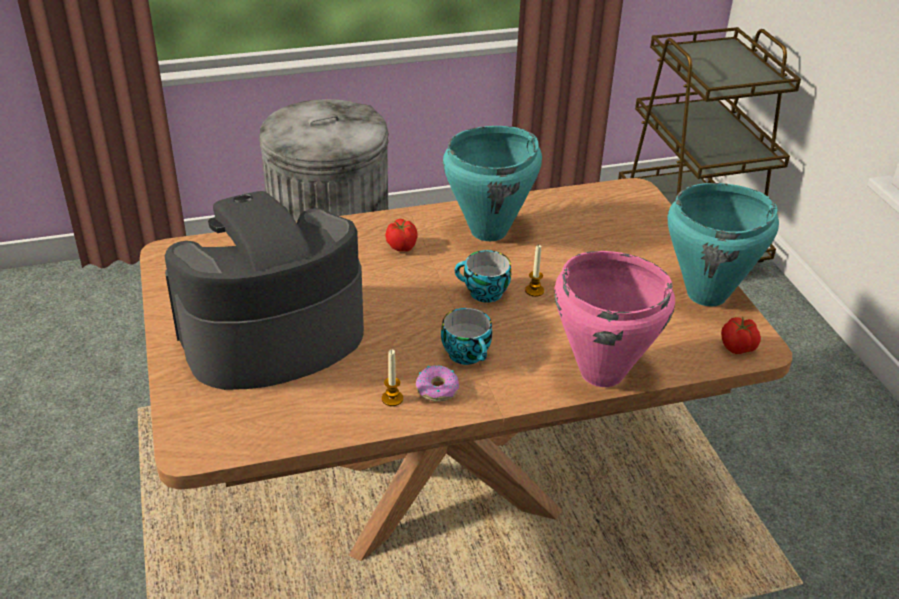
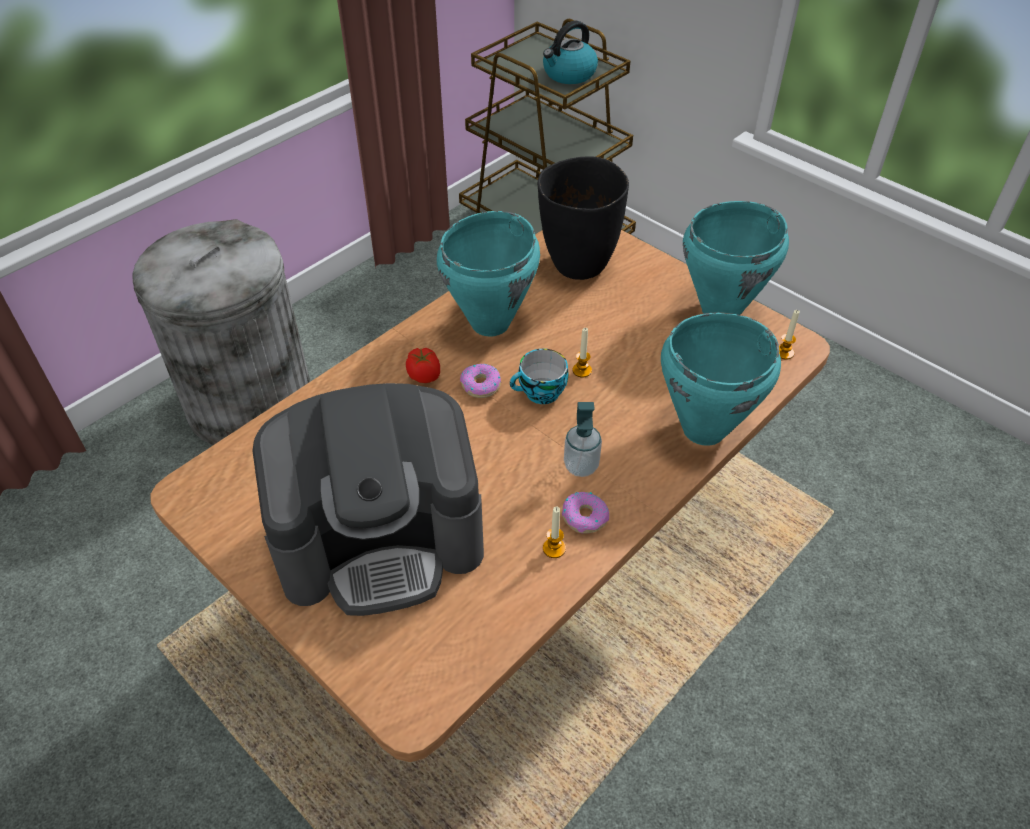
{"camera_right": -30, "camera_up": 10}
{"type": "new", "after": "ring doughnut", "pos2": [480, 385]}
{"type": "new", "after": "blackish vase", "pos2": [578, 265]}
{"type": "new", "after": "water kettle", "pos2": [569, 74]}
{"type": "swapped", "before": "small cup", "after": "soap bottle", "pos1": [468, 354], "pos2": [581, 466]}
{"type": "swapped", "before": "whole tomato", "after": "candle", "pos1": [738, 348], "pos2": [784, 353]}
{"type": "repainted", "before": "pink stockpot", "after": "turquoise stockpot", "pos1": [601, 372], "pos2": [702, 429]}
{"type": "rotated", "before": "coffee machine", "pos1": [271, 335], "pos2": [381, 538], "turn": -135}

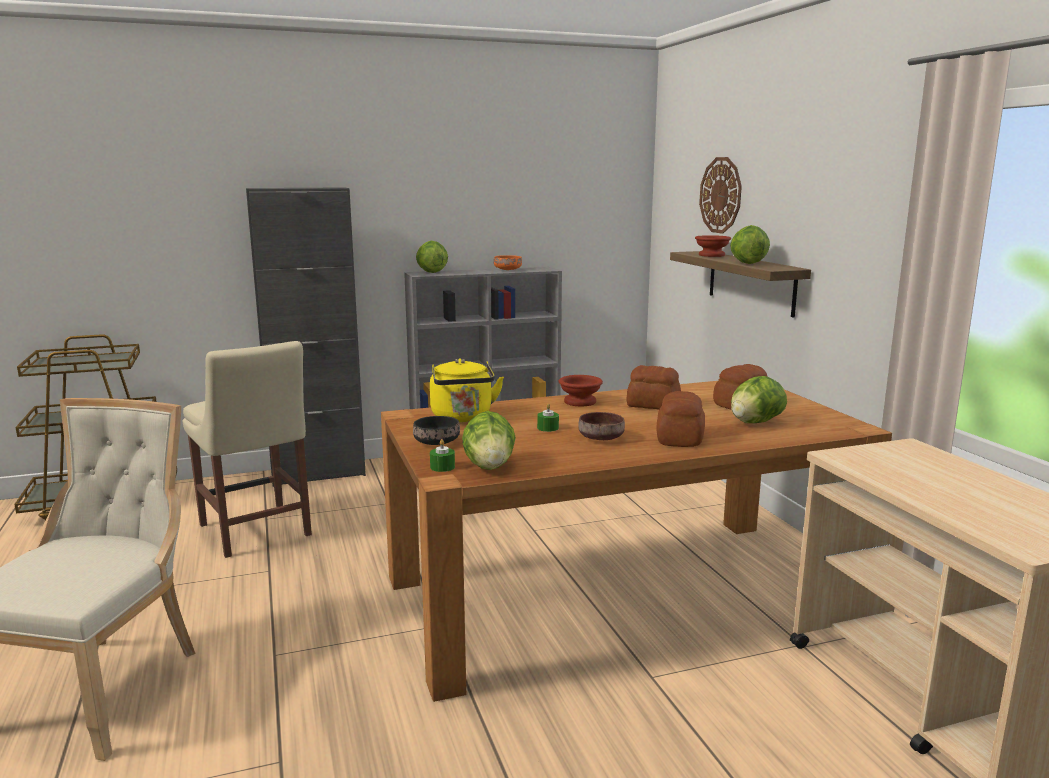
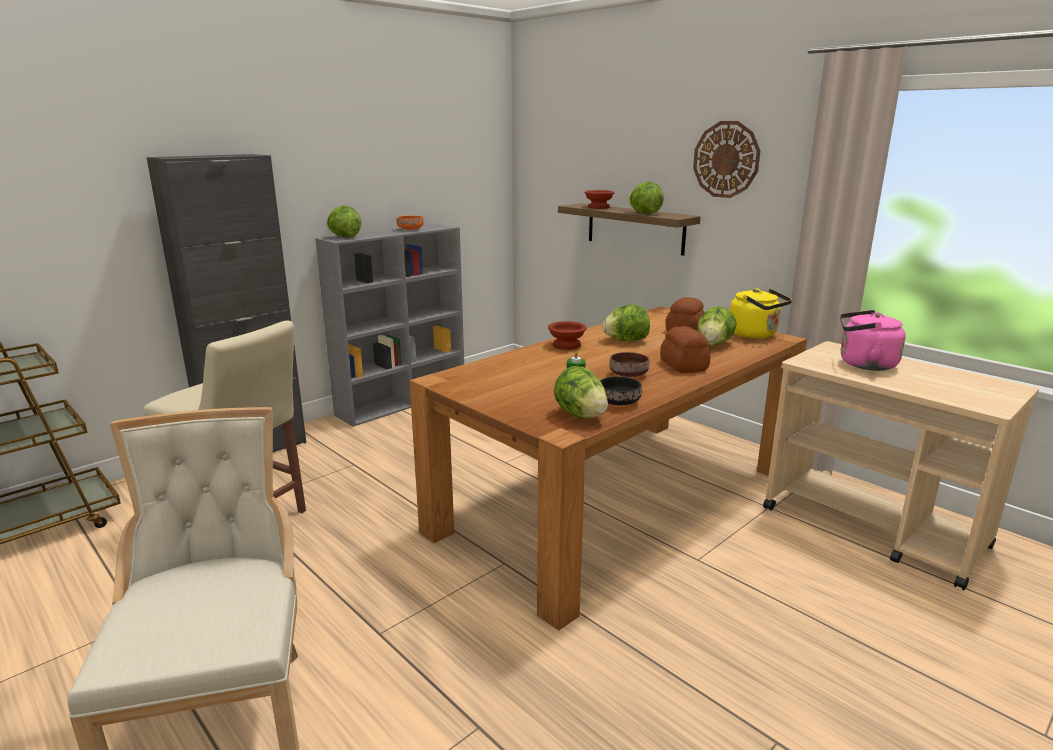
{"camera_right": -25, "camera_up": 5}
{"type": "gone", "before": "greenish candle", "pos1": [442, 467]}
{"type": "new", "after": "pink water kettle", "pos2": [863, 364]}
{"type": "shifted", "before": "blackish serving bowl", "pos1": [436, 442], "pos2": [617, 402]}
{"type": "shifted", "before": "yellowish water kettle", "pos1": [463, 418], "pos2": [755, 335]}
{"type": "shifted", "before": "clock on the wall", "pos1": [721, 195], "pos2": [726, 159]}
{"type": "swapped", "before": "bread", "after": "head of lettuce", "pos1": [653, 405], "pos2": [626, 340]}

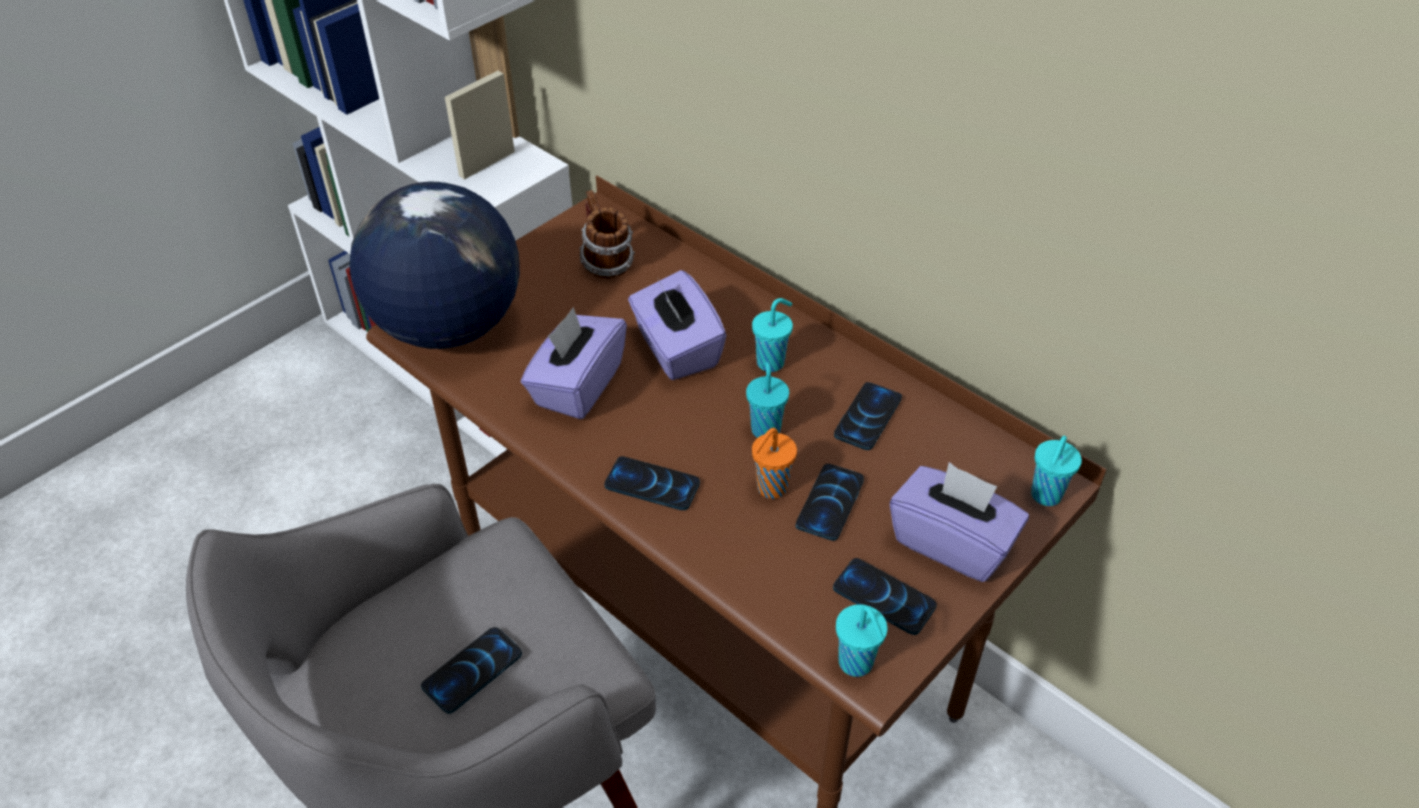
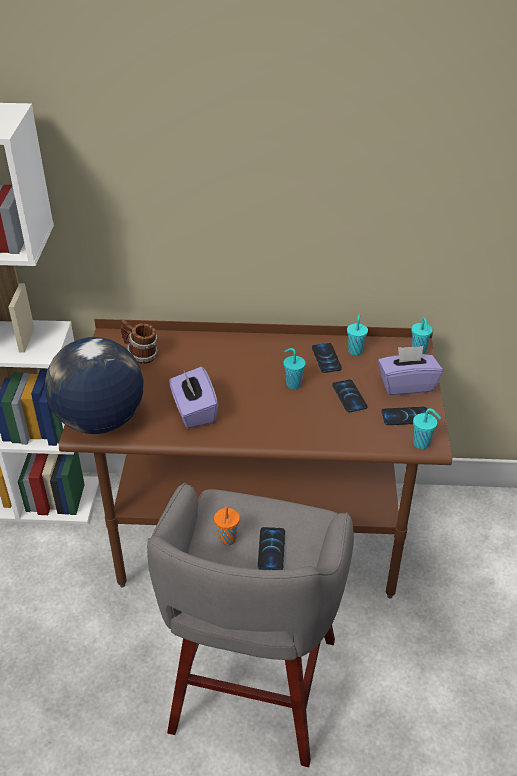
{"camera_right": -40, "camera_up": -5}
{"type": "gone", "before": "phone", "pos1": [652, 485]}
{"type": "gone", "before": "purple-coloured tissue box", "pos1": [676, 349]}
{"type": "shifted", "before": "turquoise small cup", "pos1": [772, 362], "pos2": [355, 350]}
{"type": "shifted", "before": "orange small cup", "pos1": [770, 489], "pos2": [227, 540]}

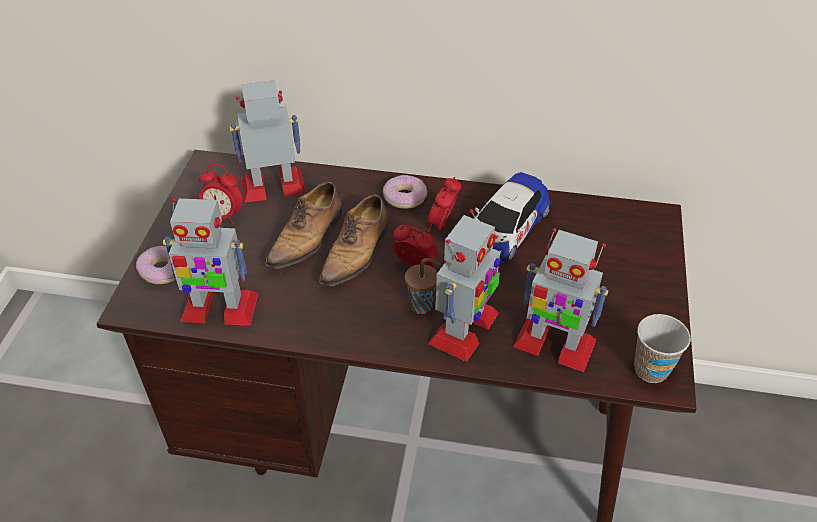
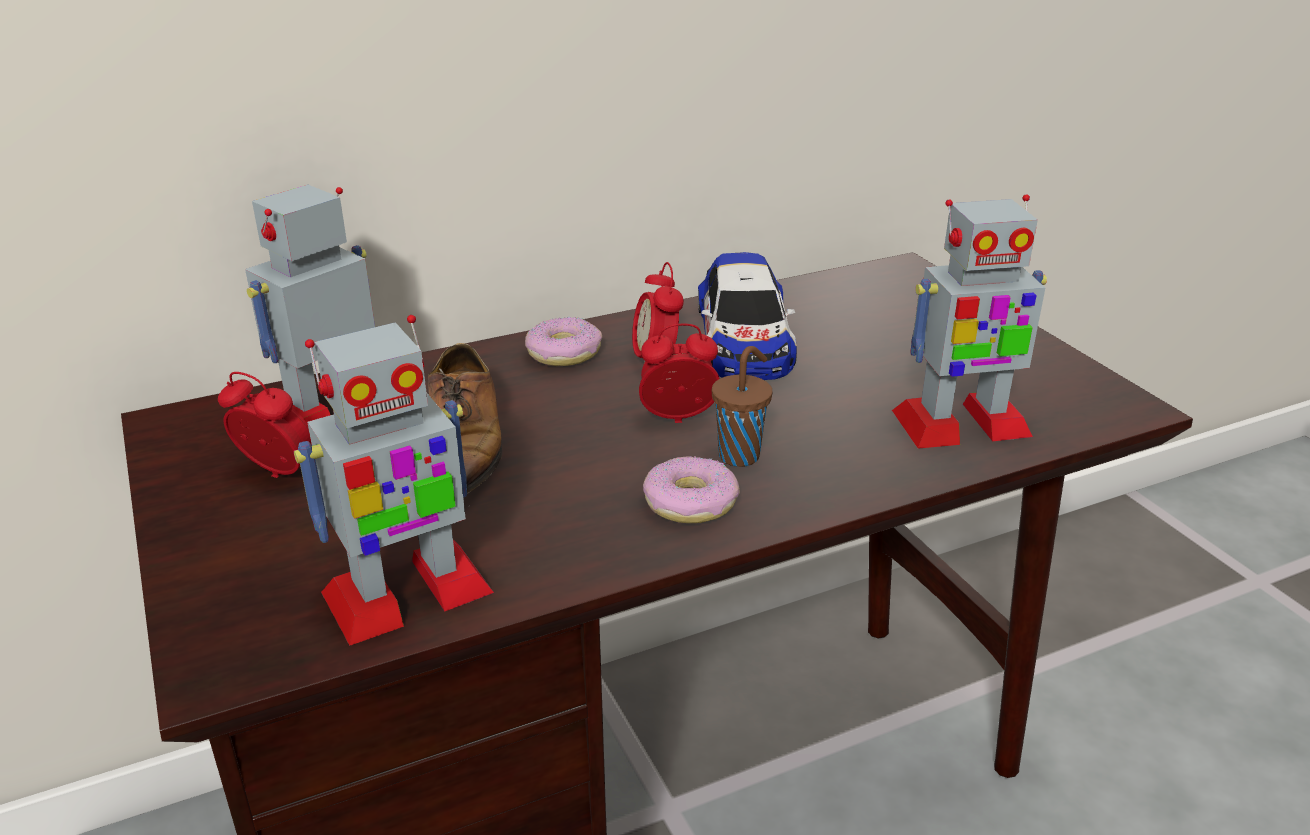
{"camera_right": -35, "camera_up": -15}
{"type": "gone", "before": "low shoe", "pos1": [357, 252]}
{"type": "gone", "before": "toy robot", "pos1": [464, 329]}
{"type": "gone", "before": "small cup", "pos1": [651, 369]}
{"type": "shifted", "before": "ring doughnut", "pos1": [162, 270], "pos2": [690, 502]}
{"type": "rotated", "before": "alarm clock", "pos1": [223, 216], "pos2": [277, 474], "turn": -135}

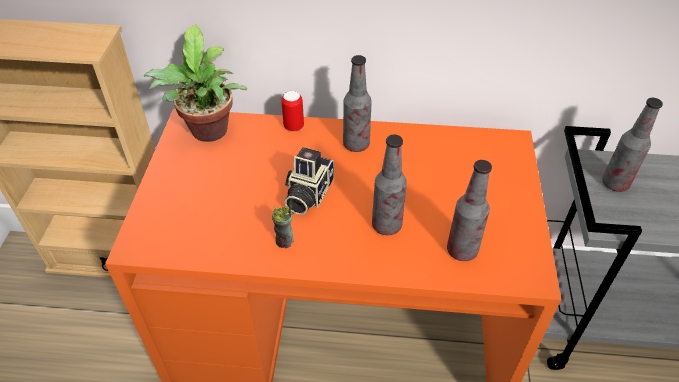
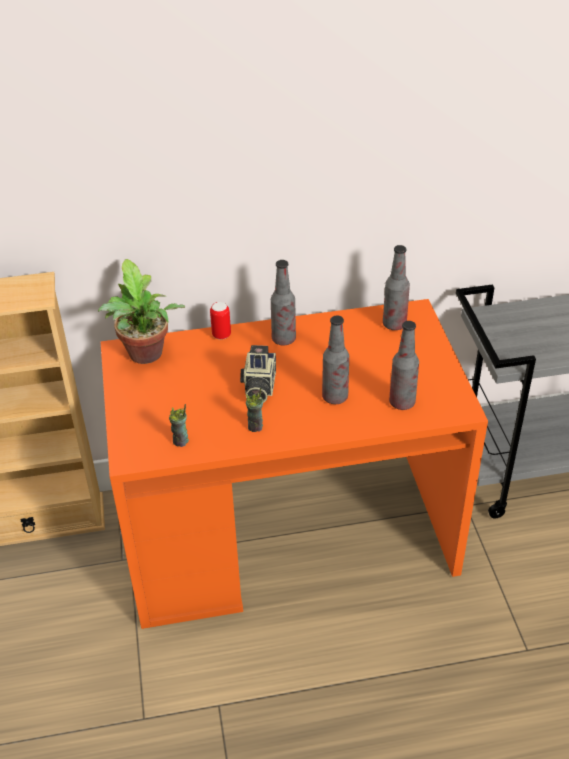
{"camera_right": -15, "camera_up": -5}
{"type": "new", "after": "small cup", "pos2": [181, 441]}
{"type": "shifted", "before": "bottle", "pos1": [615, 183], "pos2": [394, 324]}

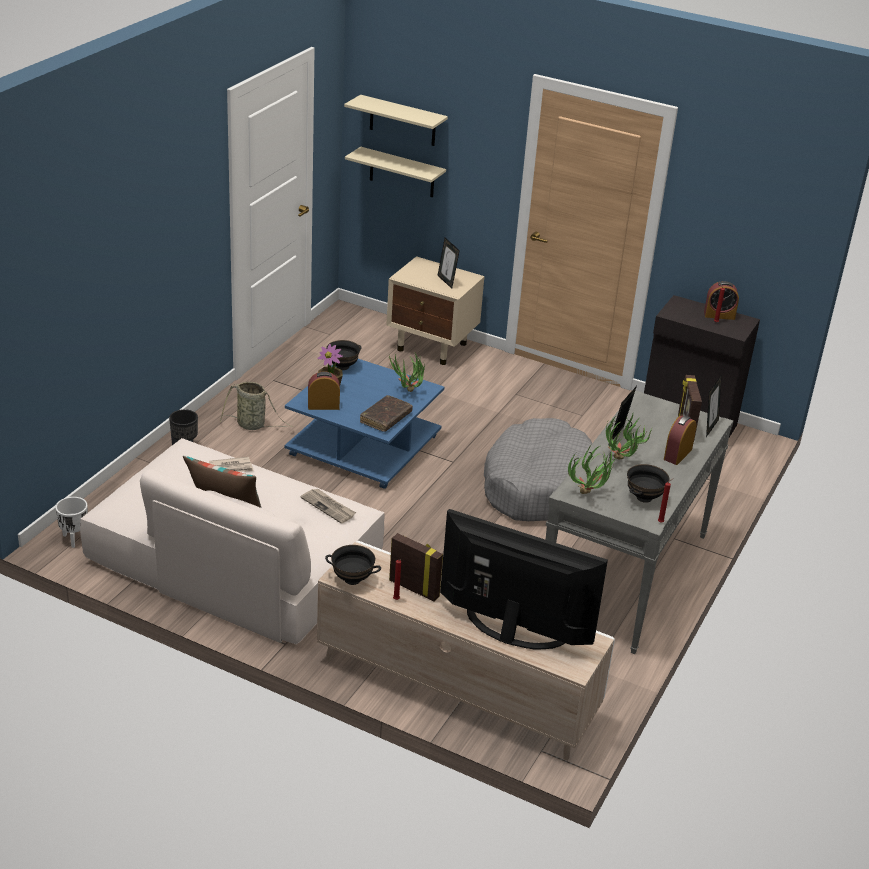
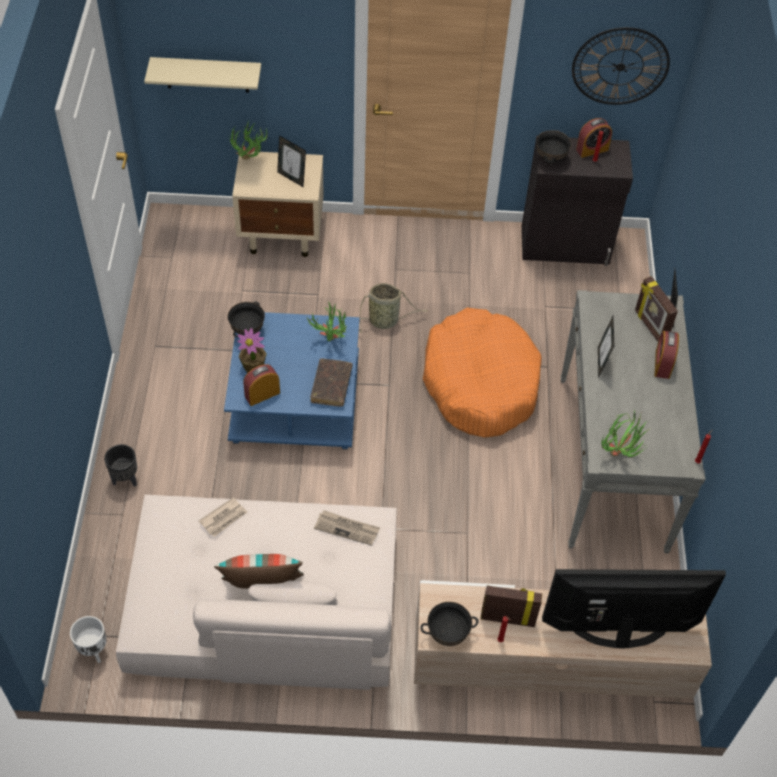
{"camera_right": -25, "camera_up": 20}
{"type": "gone", "before": "beige-coloured shelf", "pos1": [402, 121]}
{"type": "new", "after": "clock on the wall", "pos2": [620, 66]}
{"type": "shifted", "before": "household basket", "pos1": [253, 425], "pos2": [385, 321]}
{"type": "shifted", "before": "houseplant", "pos1": [622, 462], "pos2": [250, 160]}
{"type": "shifted", "before": "blackish serving bowl", "pos1": [644, 498], "pos2": [551, 159]}
{"type": "repainted", "before": "gray pet bed", "after": "orange pet bed", "pos1": [537, 485], "pos2": [480, 383]}

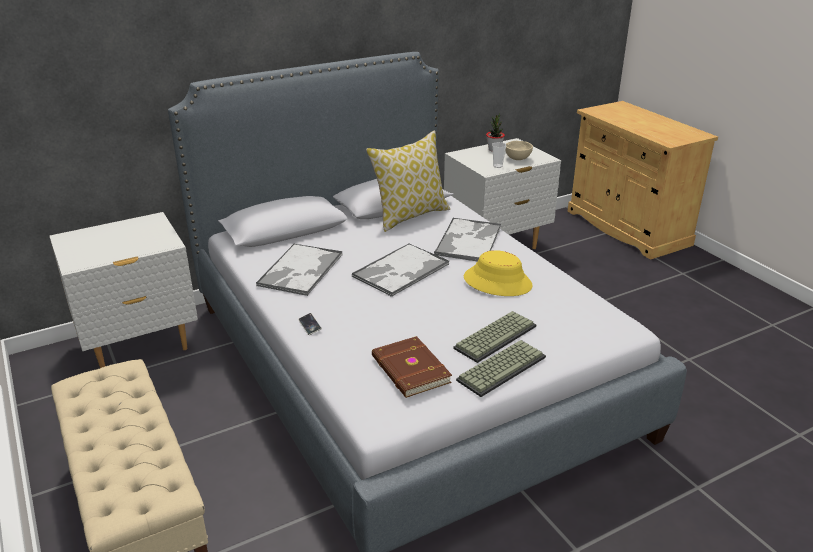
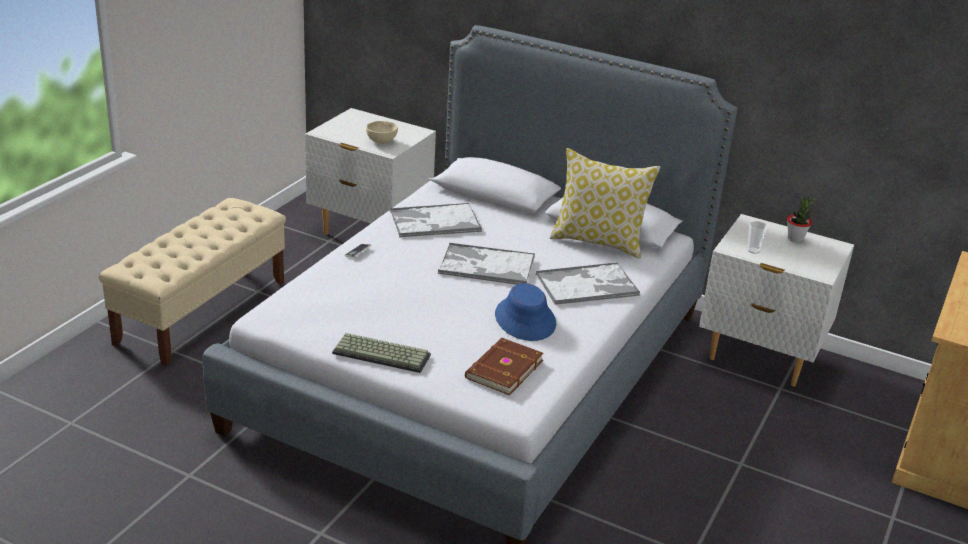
{"camera_right": 55, "camera_up": 0}
{"type": "gone", "before": "PC keyboard", "pos1": [495, 336]}
{"type": "shifted", "before": "brown volume", "pos1": [409, 370], "pos2": [502, 369]}
{"type": "shifted", "before": "beige-coloured serving bowl", "pos1": [518, 159], "pos2": [382, 142]}
{"type": "repainted", "before": "yellowish hat", "after": "blue hat", "pos1": [497, 282], "pos2": [525, 319]}

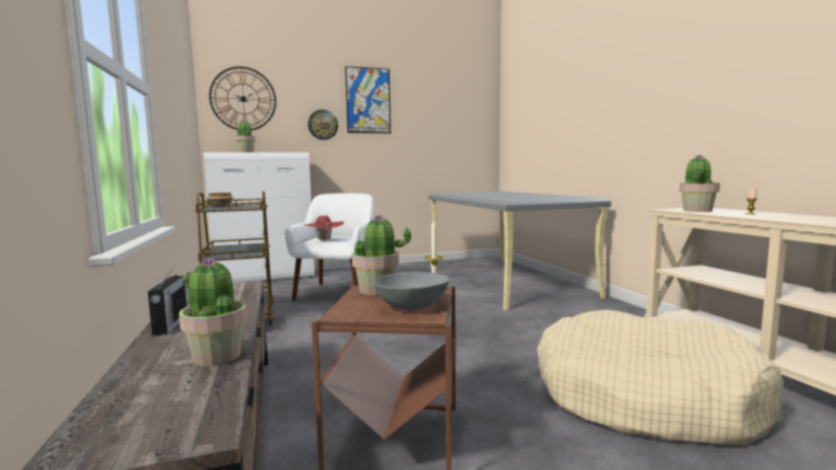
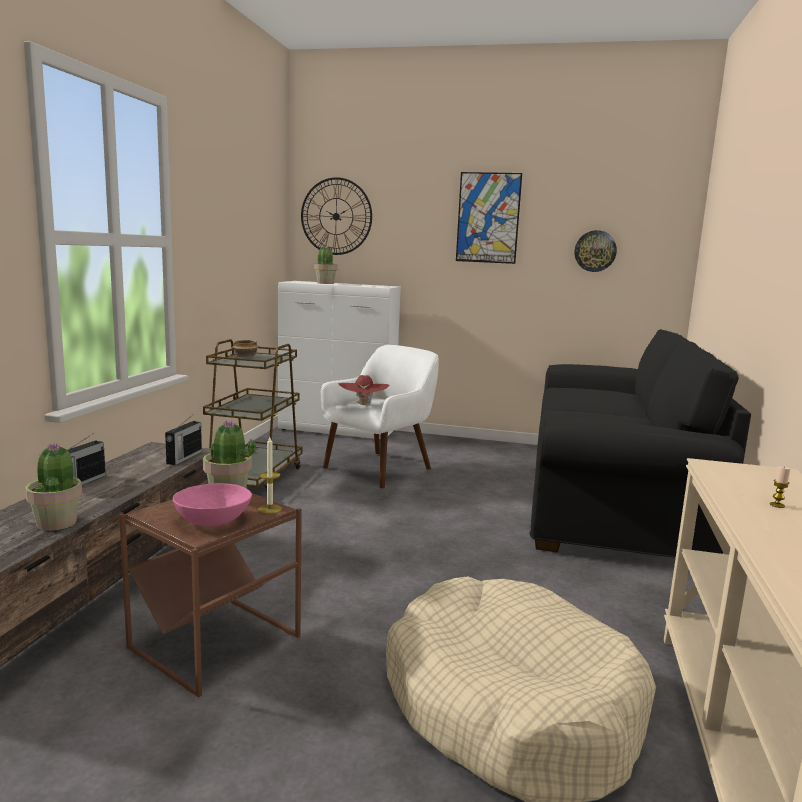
{"camera_right": 30, "camera_up": 5}
{"type": "gone", "before": "houseplant", "pos1": [697, 211]}
{"type": "new", "after": "radio", "pos2": [183, 458]}
{"type": "shifted", "before": "clock on the wall", "pos1": [323, 125], "pos2": [595, 251]}
{"type": "swapped", "before": "gray desk table", "after": "blackish couch", "pos1": [504, 280], "pos2": [610, 500]}
{"type": "repainted", "before": "gray serving bowl", "after": "pink serving bowl", "pos1": [412, 306], "pos2": [213, 521]}

